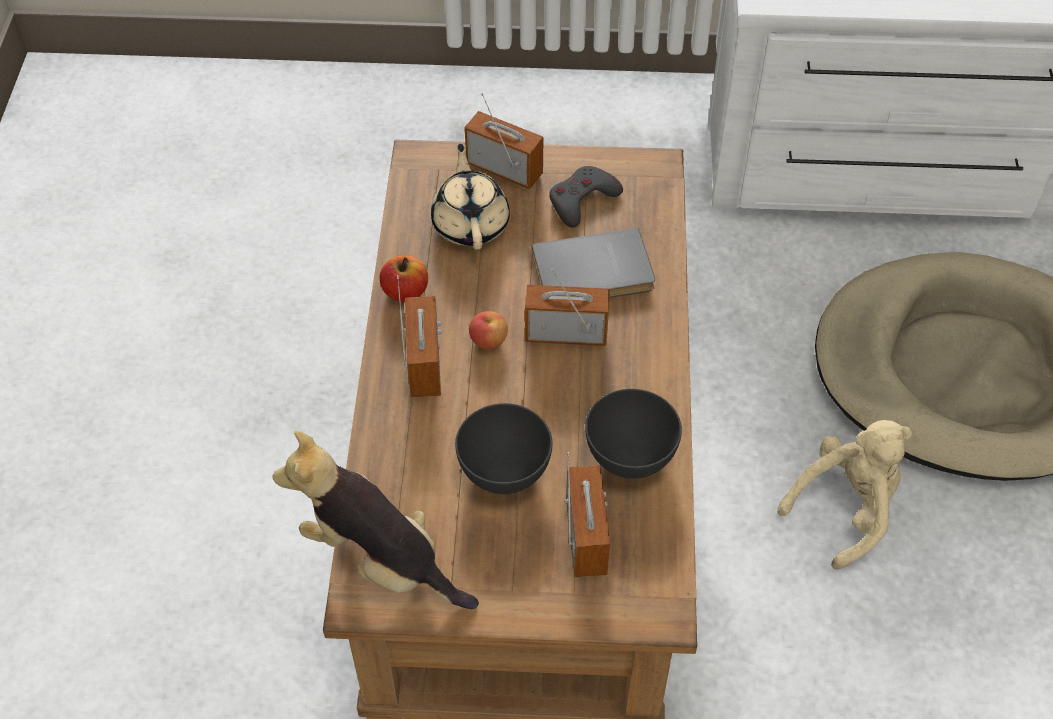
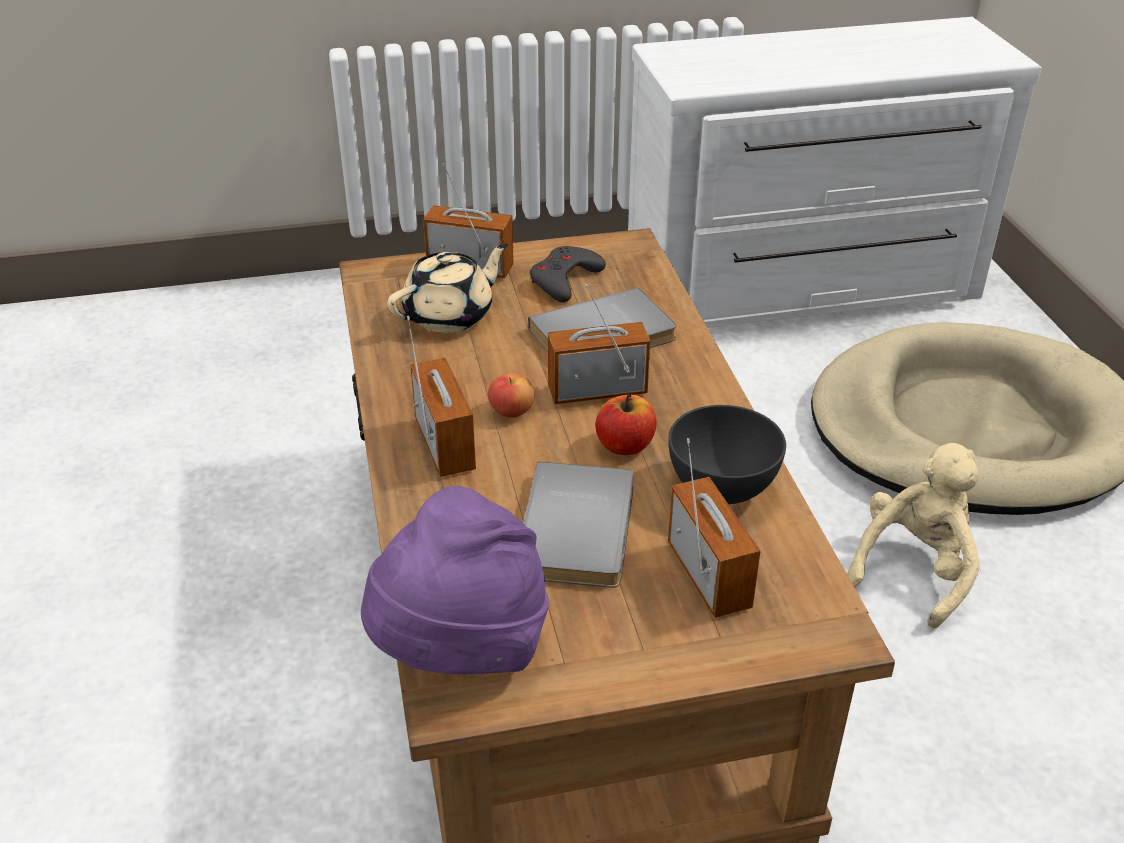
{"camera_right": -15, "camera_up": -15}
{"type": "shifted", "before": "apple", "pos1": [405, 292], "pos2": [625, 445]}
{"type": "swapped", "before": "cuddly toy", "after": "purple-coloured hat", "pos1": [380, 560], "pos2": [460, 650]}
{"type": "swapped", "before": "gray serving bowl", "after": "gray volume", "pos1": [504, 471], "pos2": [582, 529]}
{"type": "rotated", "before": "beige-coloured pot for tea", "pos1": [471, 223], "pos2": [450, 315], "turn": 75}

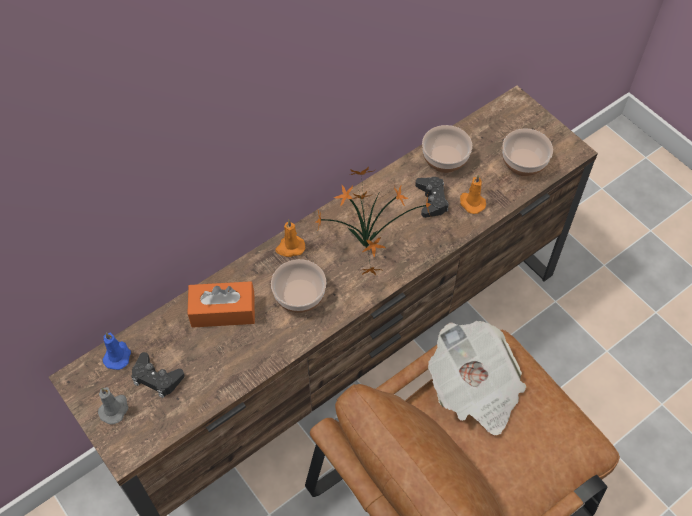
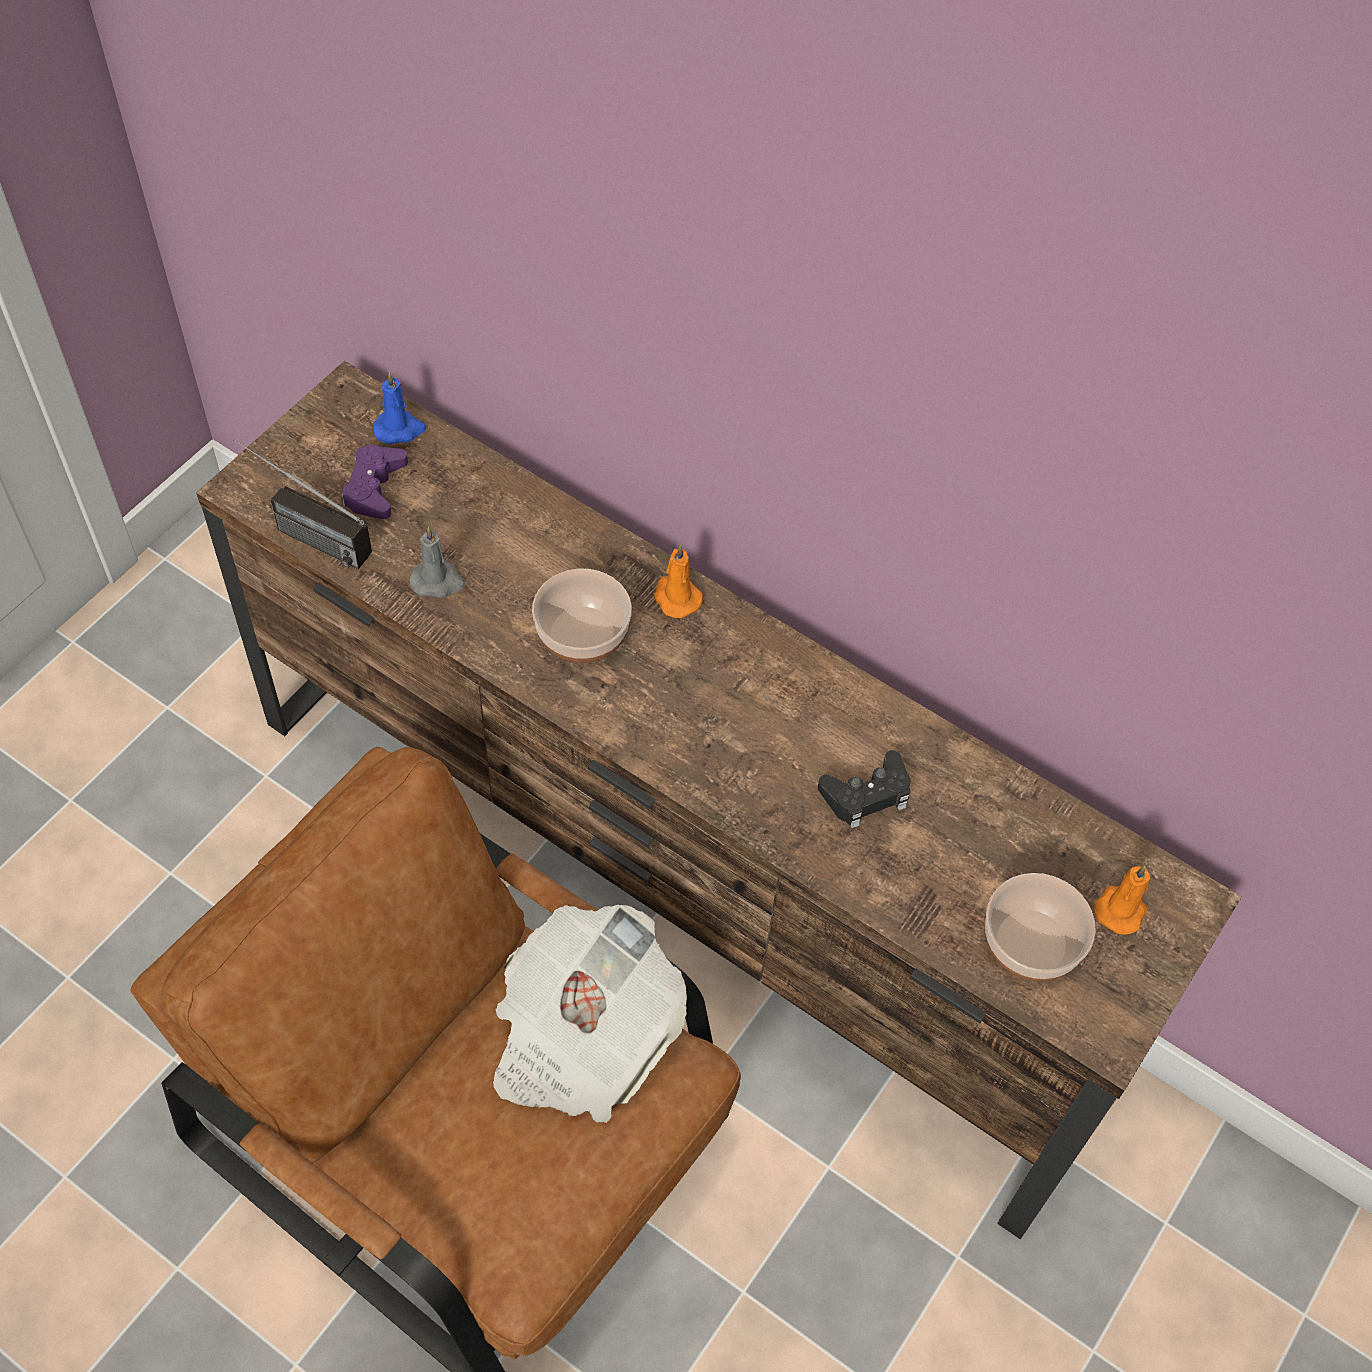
{"camera_right": 70, "camera_up": 0}
{"type": "gone", "before": "orange tissue box", "pos1": [223, 311]}
{"type": "gone", "before": "houseplant", "pos1": [366, 245]}
{"type": "gone", "before": "serving bowl", "pos1": [444, 159]}
{"type": "new", "after": "radio", "pos2": [301, 533]}
{"type": "shifted", "before": "gray candle", "pos1": [114, 409], "pos2": [438, 581]}
{"type": "shifted", "before": "orange candle", "pos1": [471, 203], "pos2": [1121, 908]}
{"type": "repainted", "before": "blackish game controller", "after": "purple-coloured game controller", "pos1": [157, 378], "pos2": [375, 488]}

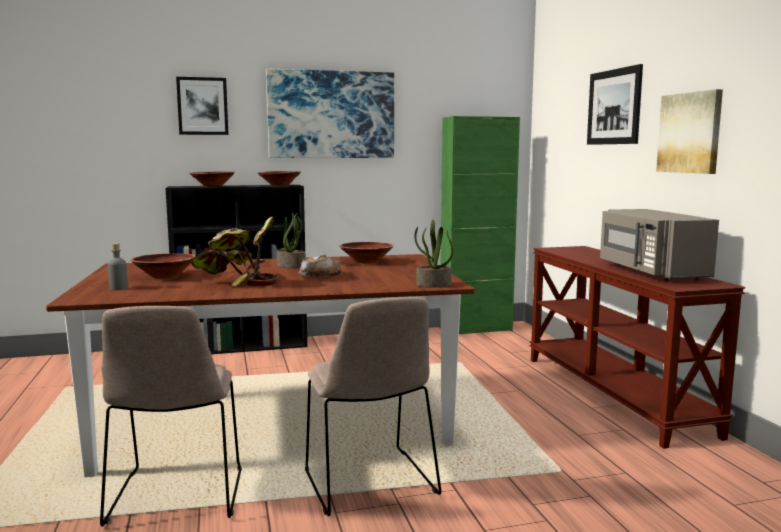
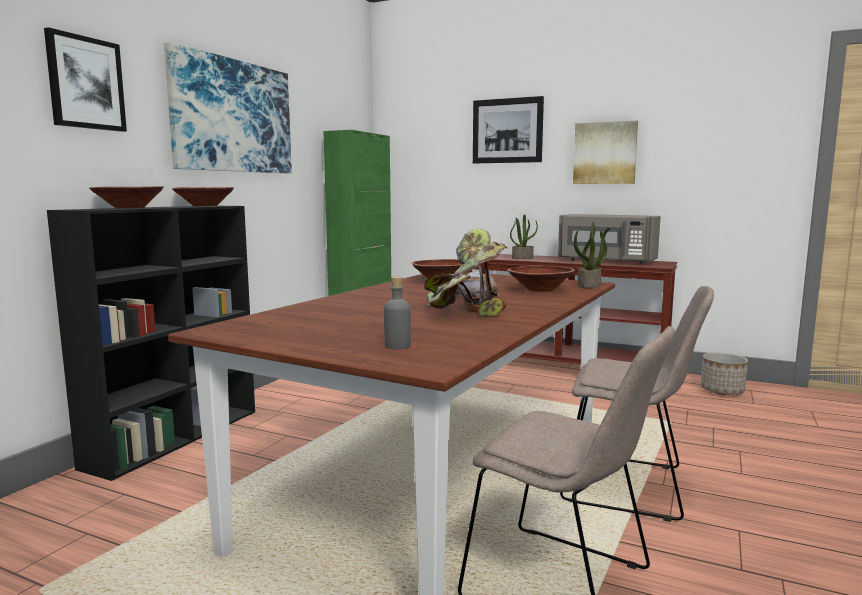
{"camera_right": -50, "camera_up": 0}
{"type": "new", "after": "plant pot", "pos2": [721, 391]}
{"type": "shifted", "before": "brown serving bowl", "pos1": [164, 276], "pos2": [540, 289]}
{"type": "shifted", "before": "houseplant", "pos1": [291, 266], "pos2": [522, 258]}

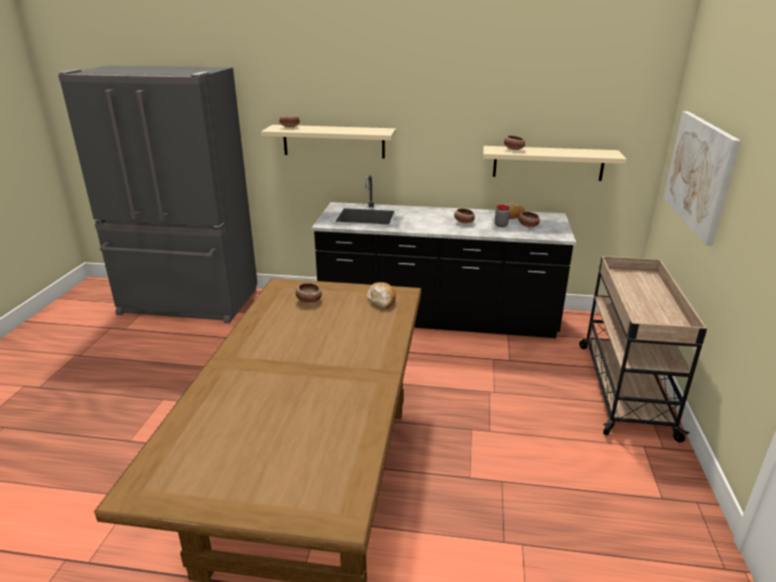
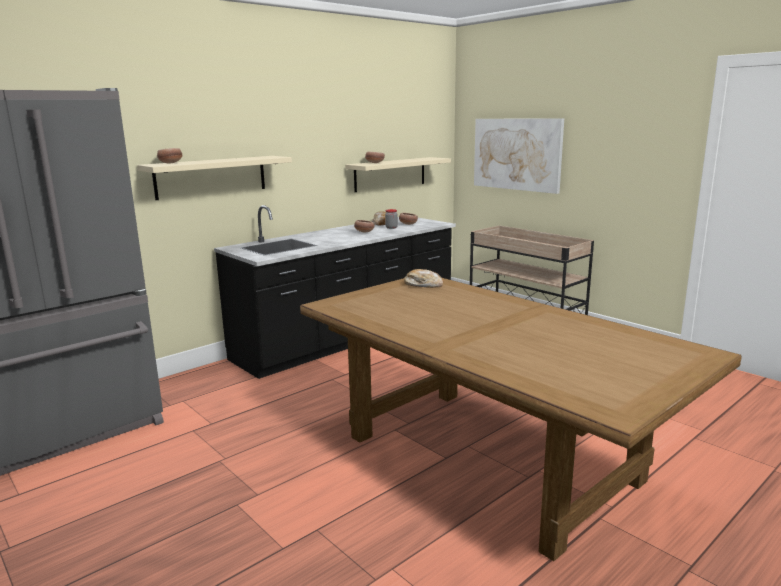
{"camera_right": -50, "camera_up": -10}
{"type": "gone", "before": "serving bowl", "pos1": [309, 300]}

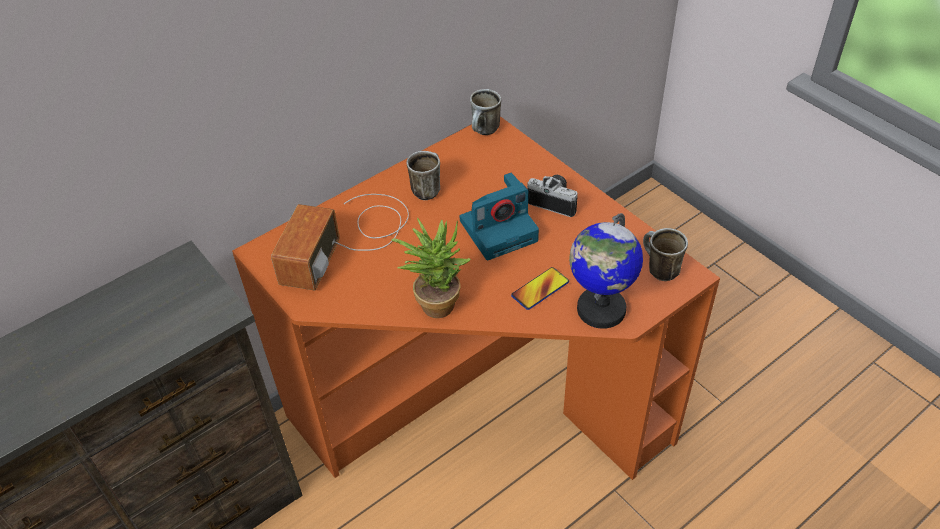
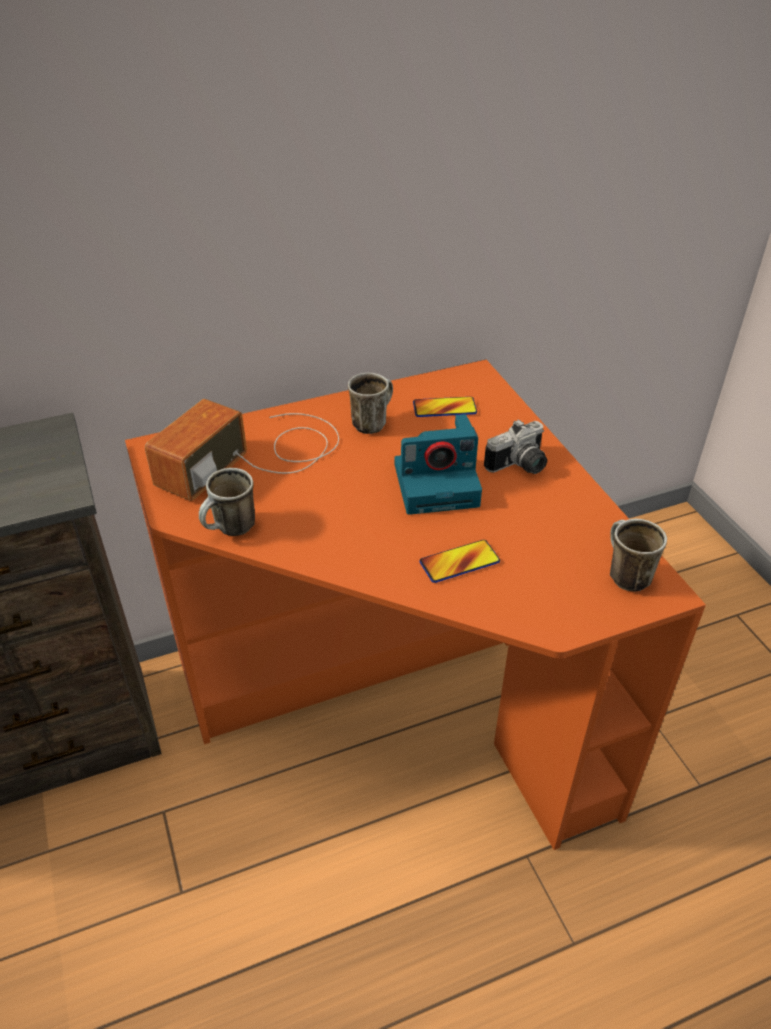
{"camera_right": 15, "camera_up": -5}
{"type": "gone", "before": "houseplant", "pos1": [436, 300]}
{"type": "gone", "before": "desk globe", "pos1": [600, 309]}
{"type": "new", "after": "phone", "pos2": [444, 408]}
{"type": "shifted", "before": "mug", "pos1": [485, 132], "pos2": [231, 530]}
{"type": "rotated", "before": "photo camera", "pos1": [555, 201], "pos2": [520, 466], "turn": 105}

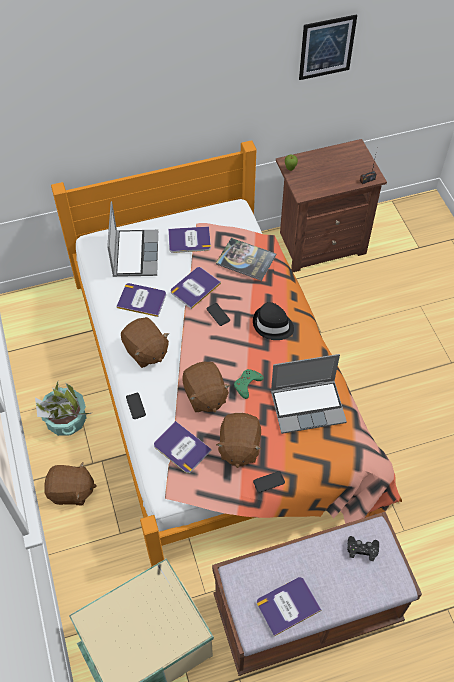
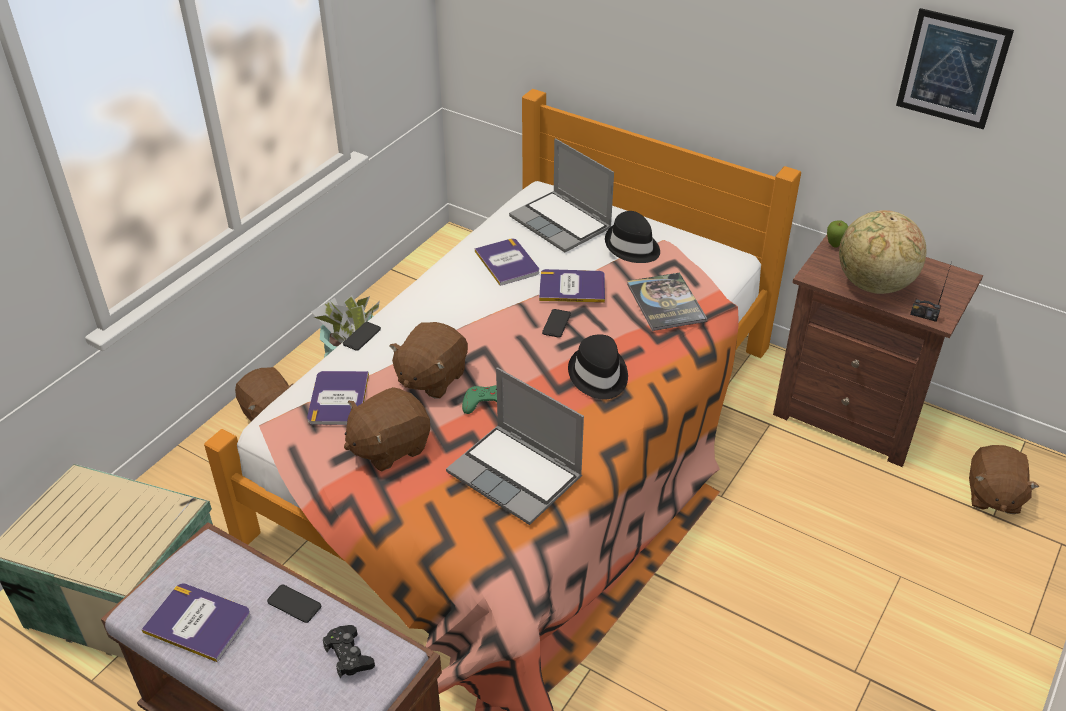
{"camera_right": 50, "camera_up": -15}
{"type": "new", "after": "desk globe", "pos2": [873, 285]}
{"type": "shifted", "before": "brown cuddly toy", "pos1": [146, 351], "pos2": [992, 495]}
{"type": "shifted", "before": "phone", "pos1": [269, 482], "pos2": [294, 604]}
{"type": "swapped", "before": "volume", "after": "blackish hat", "pos1": [189, 240], "pos2": [632, 247]}
{"type": "rotated", "before": "laptop", "pos1": [134, 254], "pos2": [562, 223], "turn": 90}

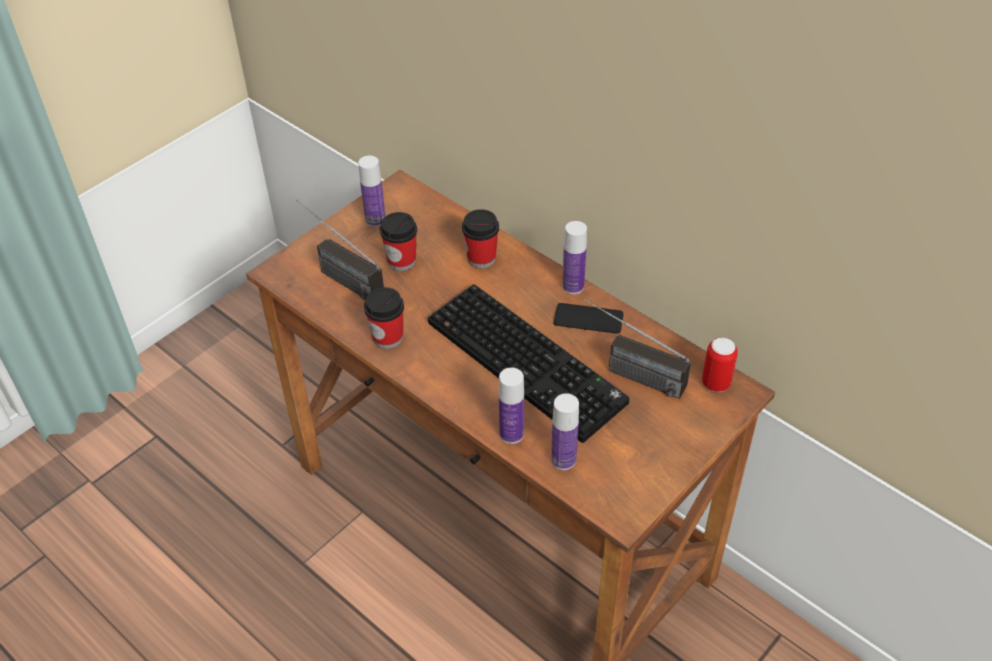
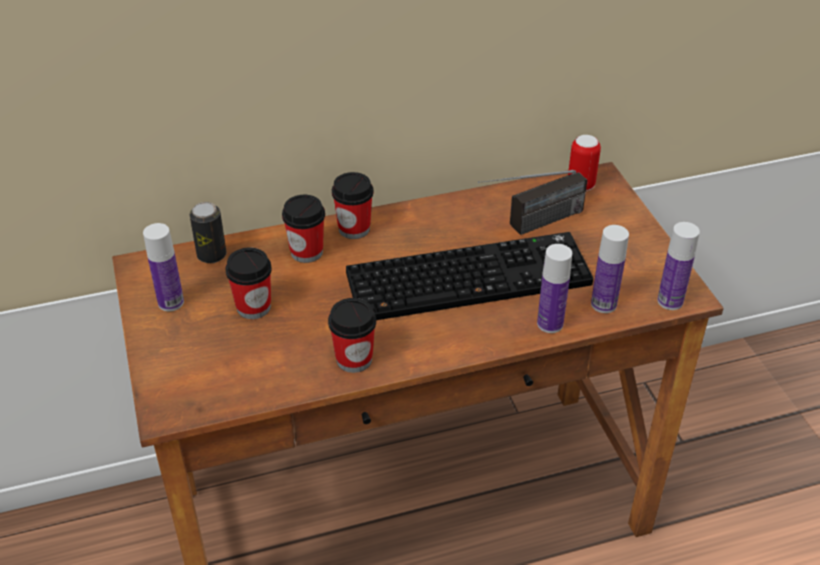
{"camera_right": -60, "camera_up": -5}
{"type": "gone", "before": "radio", "pos1": [337, 275]}
{"type": "gone", "before": "phone", "pos1": [588, 319]}
{"type": "new", "after": "metal can", "pos2": [211, 255]}
{"type": "new", "after": "small cup", "pos2": [354, 229]}
{"type": "shifted", "before": "bottle", "pos1": [573, 286], "pos2": [670, 301]}

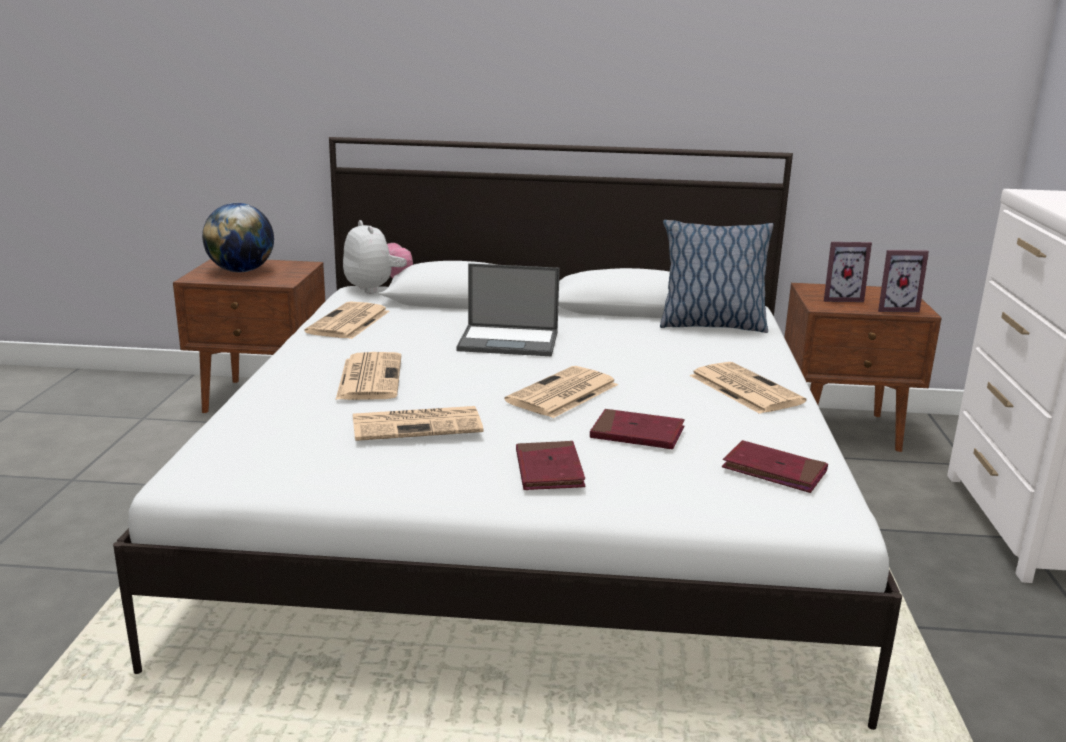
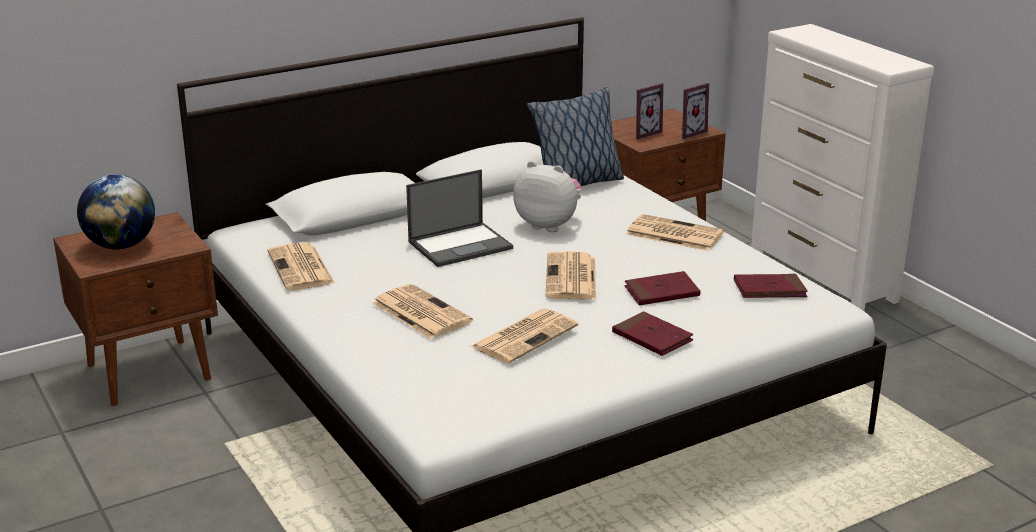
{"camera_right": -35, "camera_up": 5}
{"type": "shifted", "before": "cuddly toy", "pos1": [377, 289], "pos2": [549, 225]}

